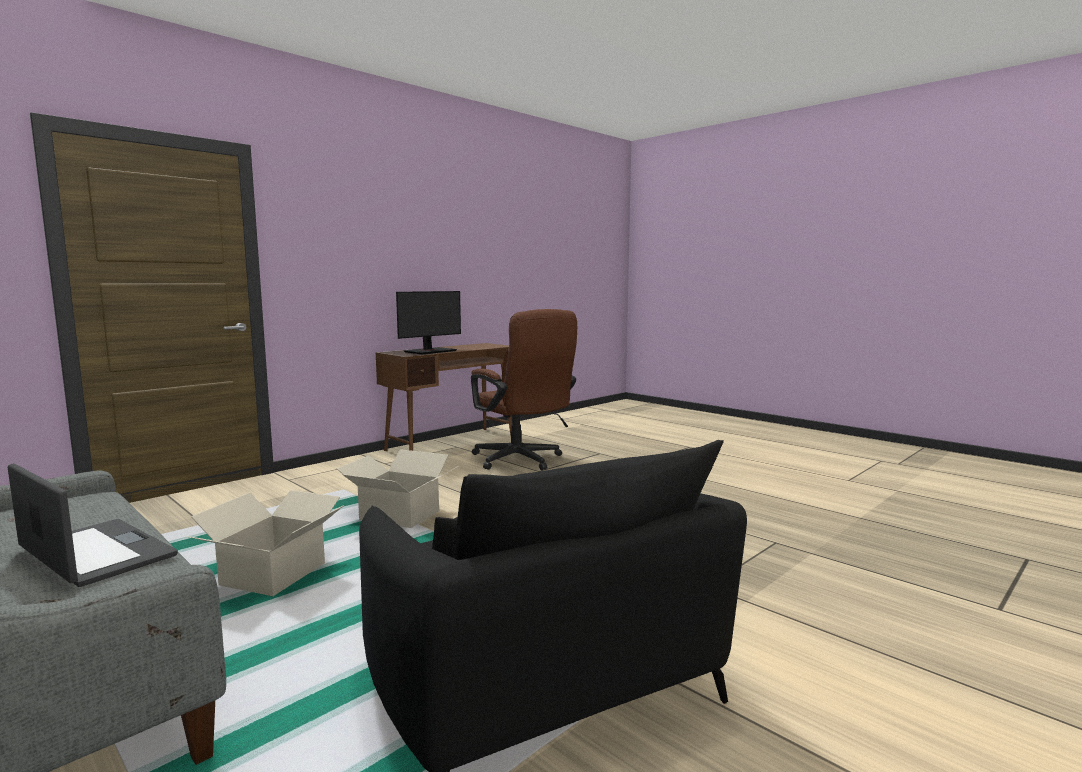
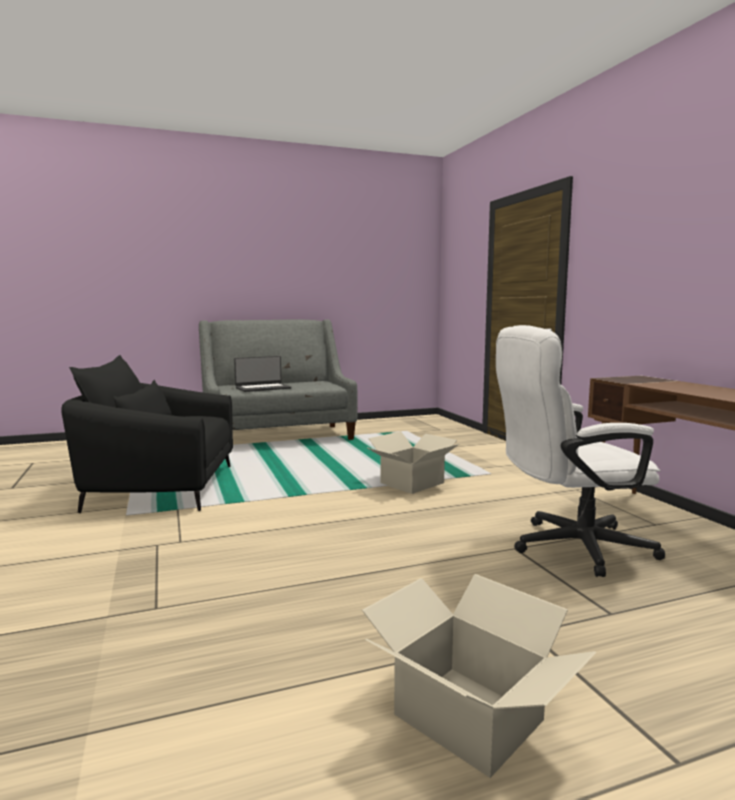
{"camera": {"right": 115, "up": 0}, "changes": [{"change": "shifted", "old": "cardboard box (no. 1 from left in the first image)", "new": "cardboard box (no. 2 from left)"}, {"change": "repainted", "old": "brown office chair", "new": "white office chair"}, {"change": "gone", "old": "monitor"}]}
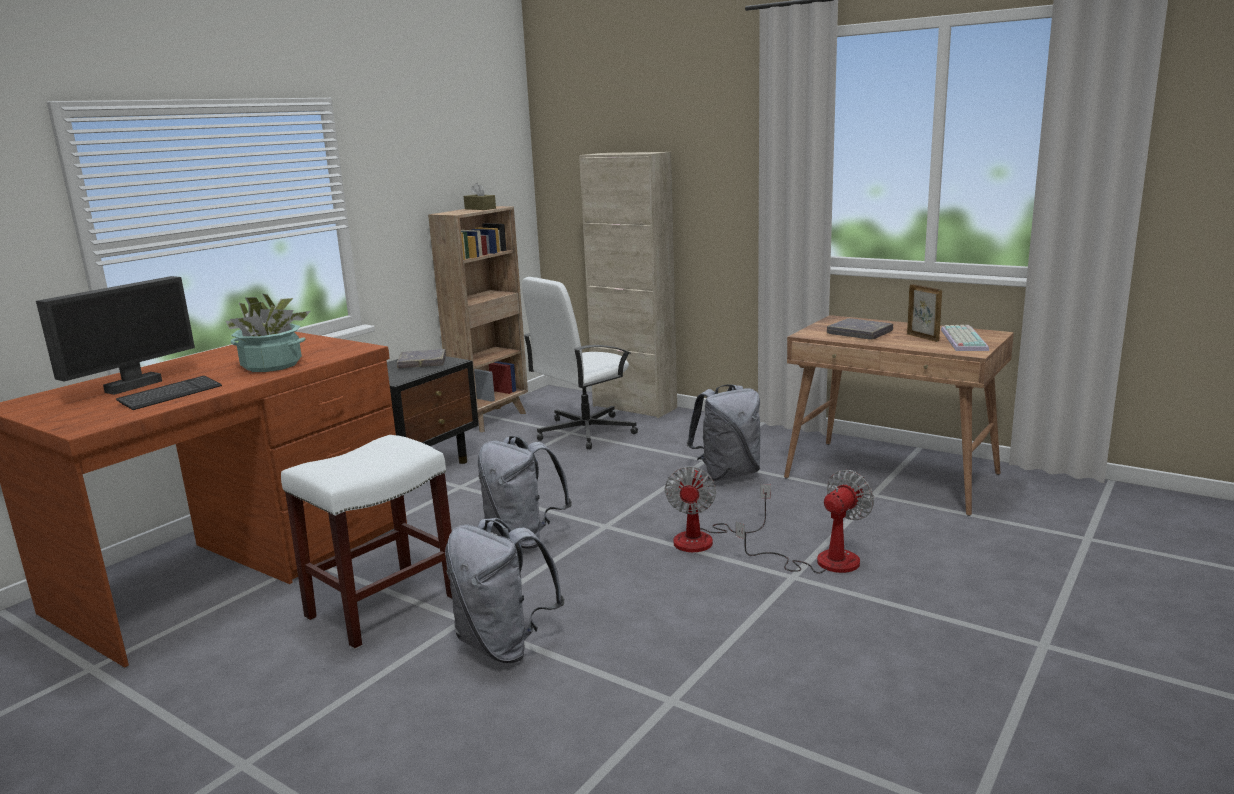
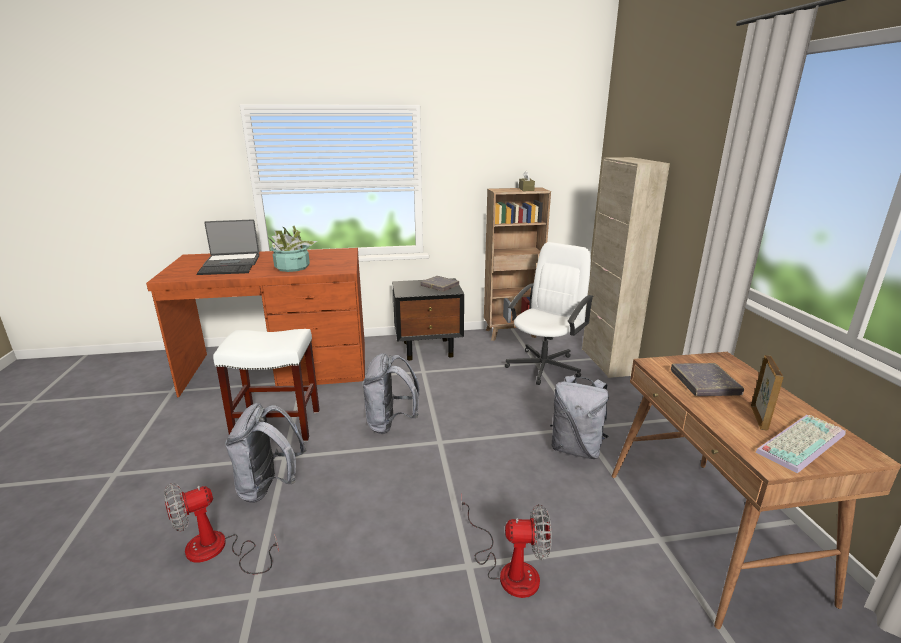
{"camera": {"right": 45, "up": 5}, "changes": [{"change": "shifted", "old": "fan (no. 1 from left)"}, {"change": "swapped", "old": "monitor", "new": "laptop"}, {"change": "rotated", "old": "white office chair", "degrees": 120}]}
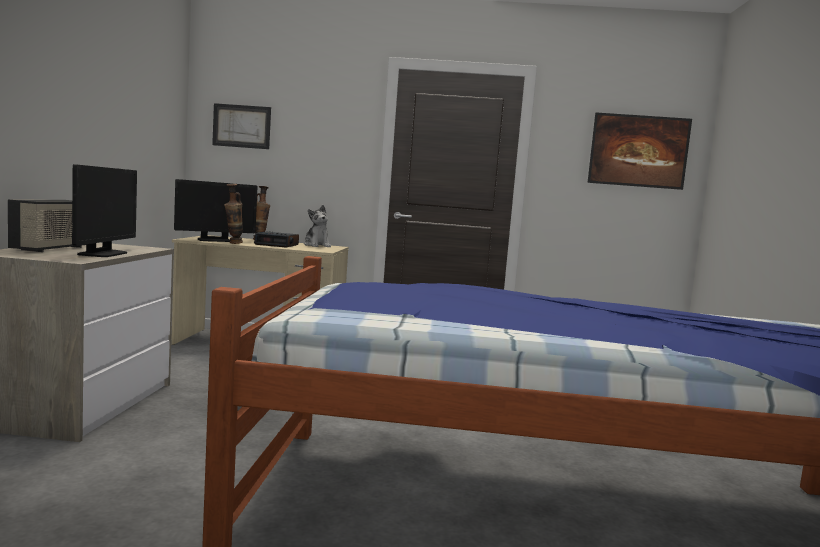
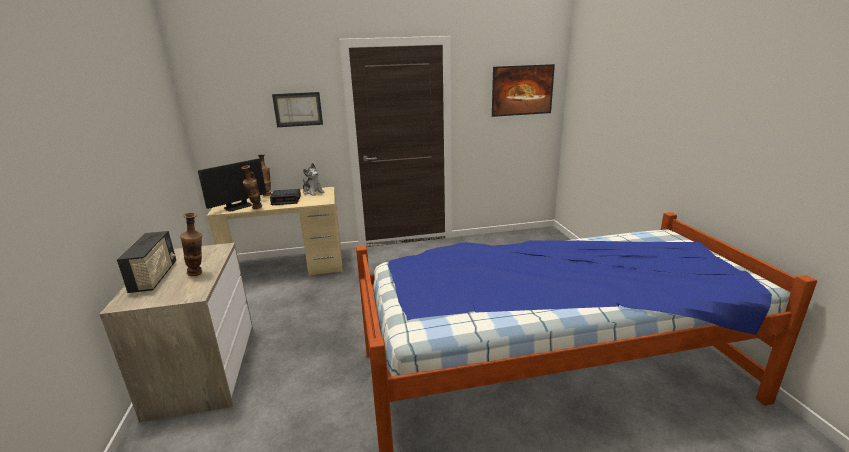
{"camera": {"right": -15, "up": 15}, "changes": [{"change": "swapped", "old": "monitor (no. 1 from left)", "new": "vase (no. 1 from left)"}, {"change": "shifted", "old": "picture (no. 1 from left)"}]}
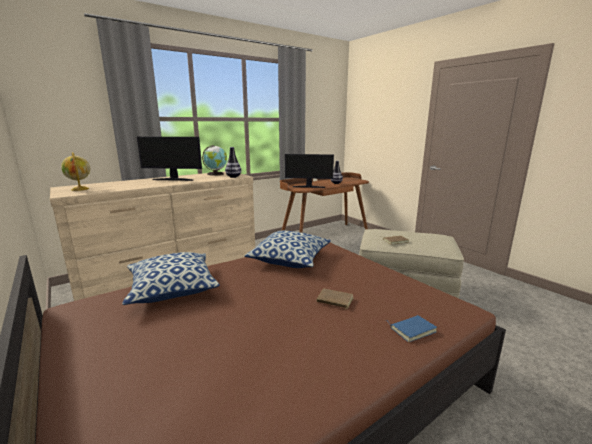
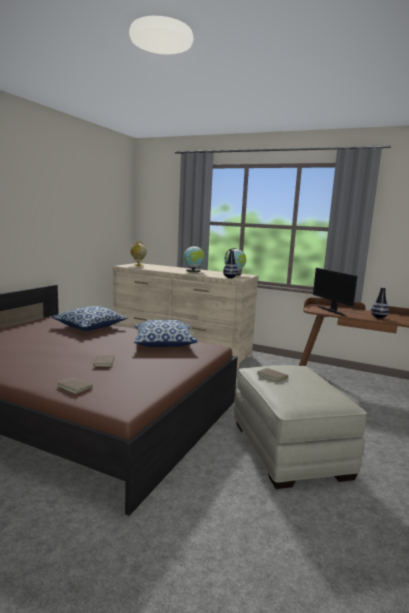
{"camera": {"right": 60, "up": -5}, "changes": [{"change": "repainted", "old": "blue book", "new": "brown book (no. 1 from left)"}, {"change": "swapped", "old": "monitor (no. 1 from left)", "new": "globe (no. 2 from left)"}]}
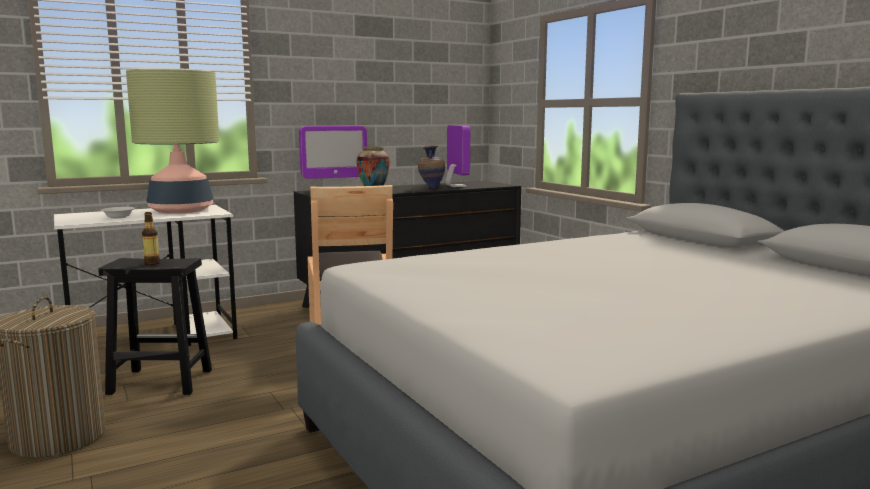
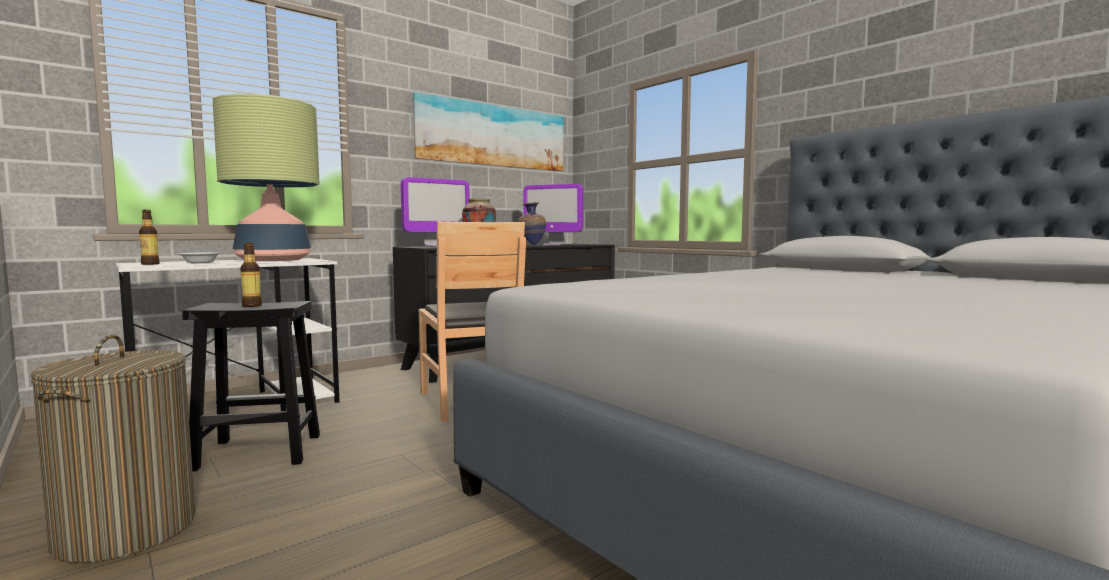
{"camera": {"right": -10, "up": -5}, "changes": [{"change": "new", "new": "bottle (no. 1 from left)"}, {"change": "new", "new": "picture"}, {"change": "rotated", "old": "monitor (no. 2 from left)", "degrees": 135}]}
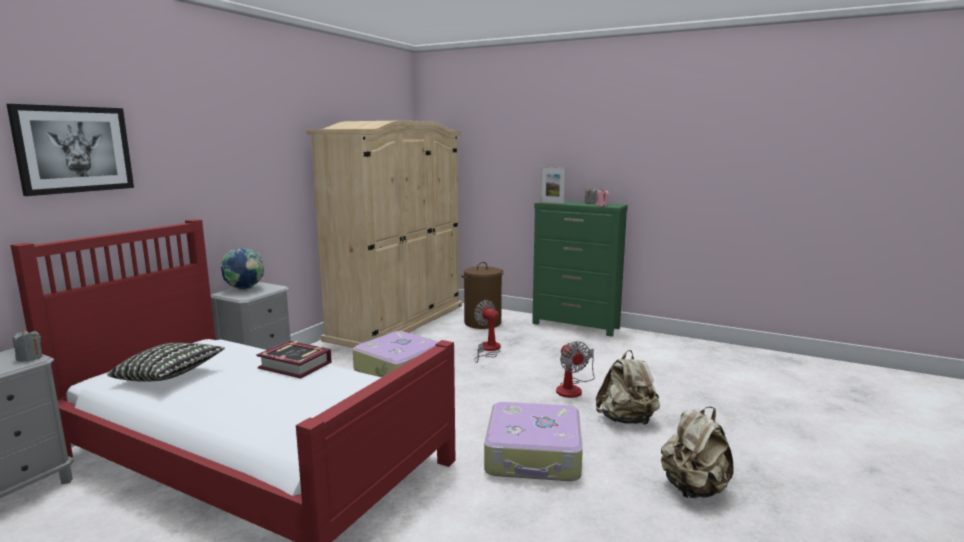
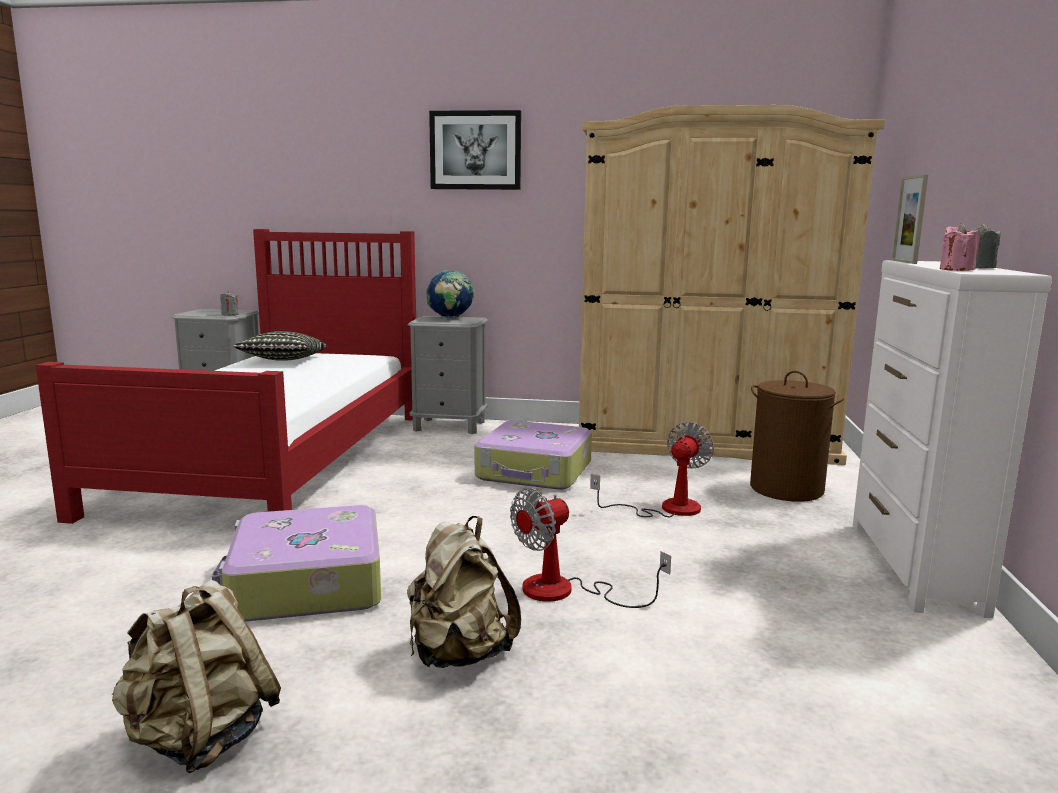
{"camera": {"right": 70, "up": 0}, "changes": [{"change": "shifted", "old": "picture"}, {"change": "repainted", "old": "green dresser", "new": "white dresser"}, {"change": "gone", "old": "book"}]}
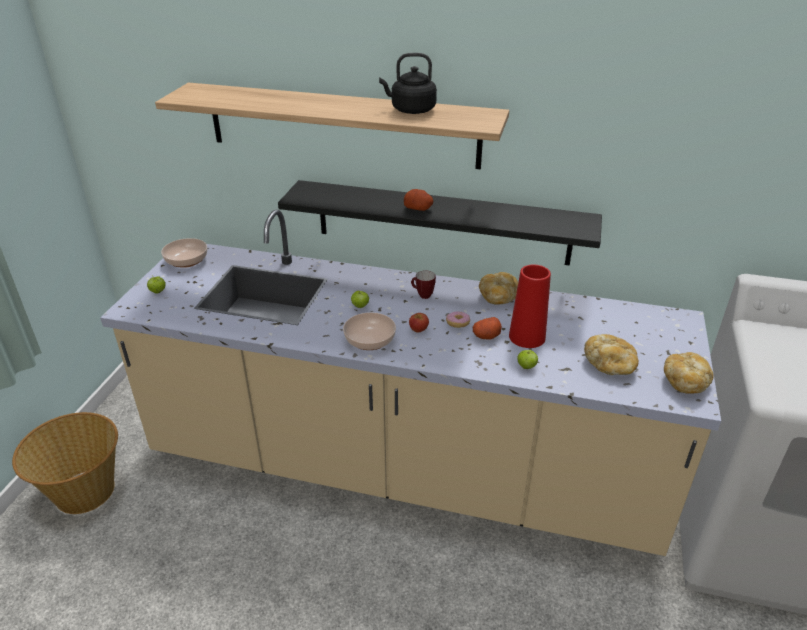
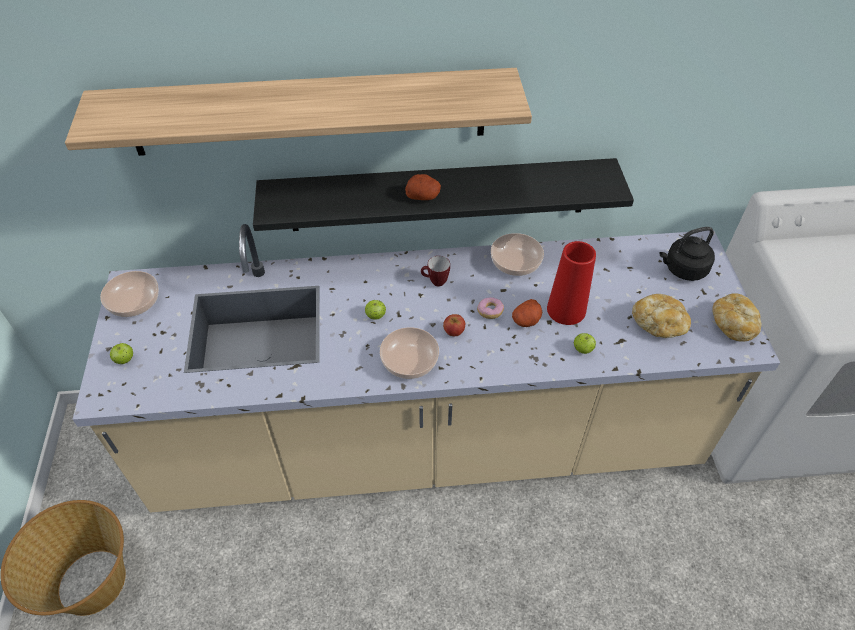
{"camera": {"right": -20, "up": 15}, "changes": [{"change": "swapped", "old": "bread (no. 1 from left)", "new": "bowl (no. 3 from left)"}, {"change": "shifted", "old": "black kettle"}]}
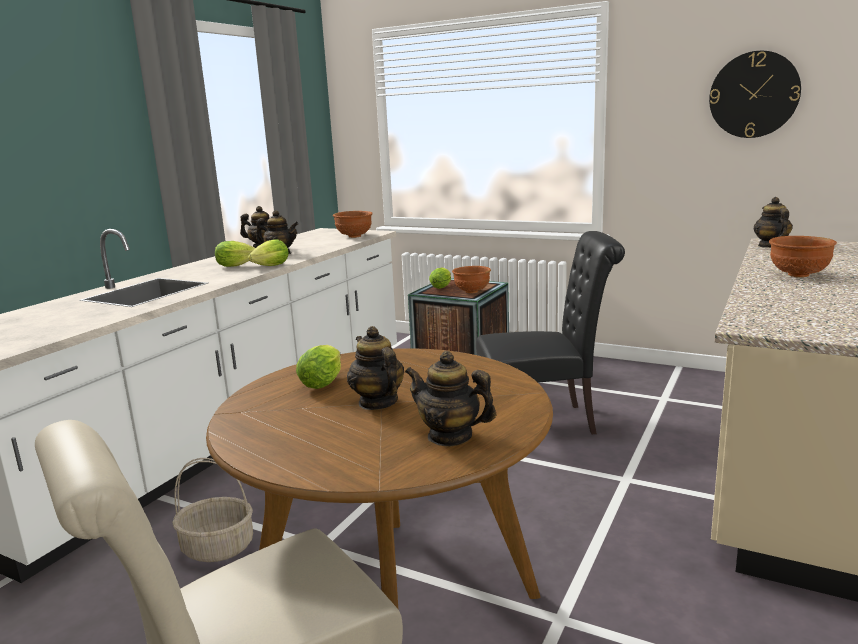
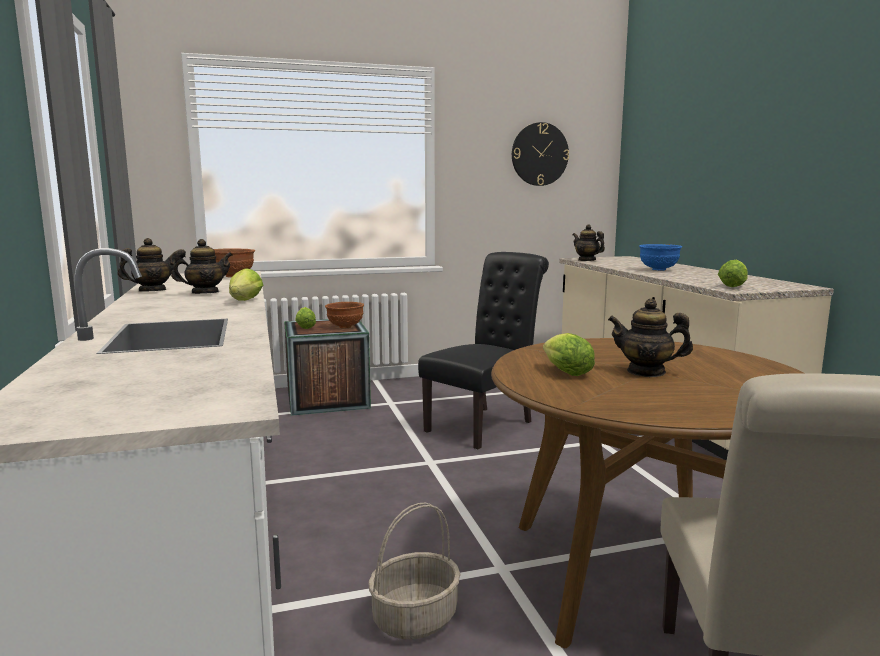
{"camera": {"right": -45, "up": -5}, "changes": [{"change": "repainted", "old": "brown bowl (no. 3 from left)", "new": "blue bowl"}, {"change": "shifted", "old": "lettuce (no. 1 from left in the first image)", "new": "lettuce (no. 4 from left)"}, {"change": "gone", "old": "teapot (no. 4 from left)"}]}
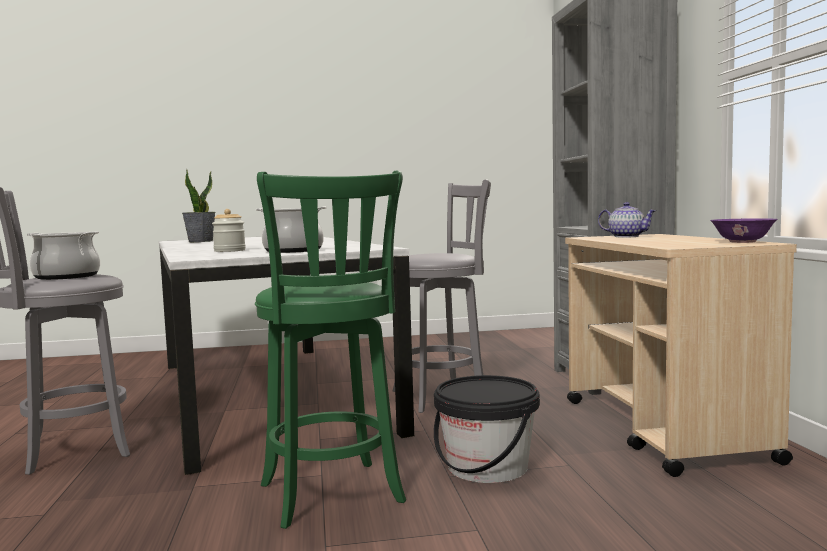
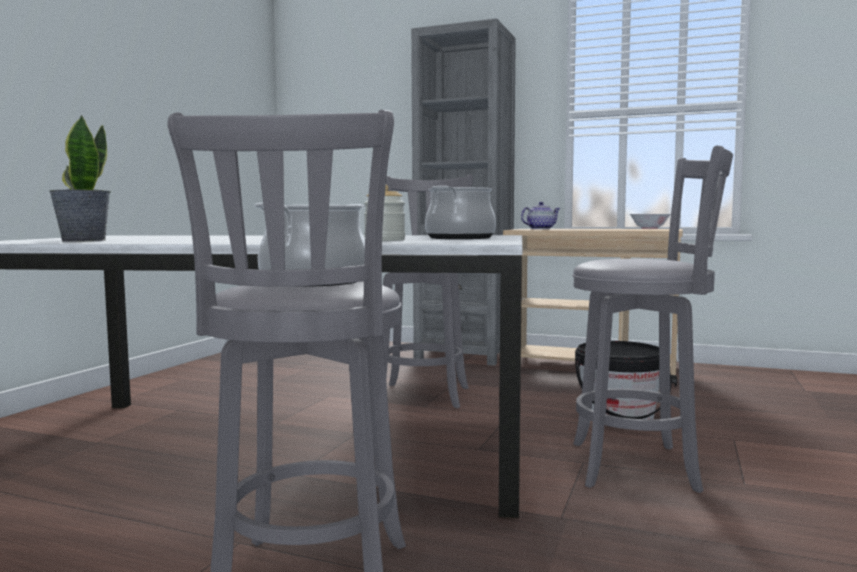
{"camera": {"right": -60, "up": 0}, "changes": [{"change": "repainted", "old": "green stool", "new": "grey stool (no. 3 from left)"}, {"change": "repainted", "old": "purple bowl", "new": "white bowl"}]}
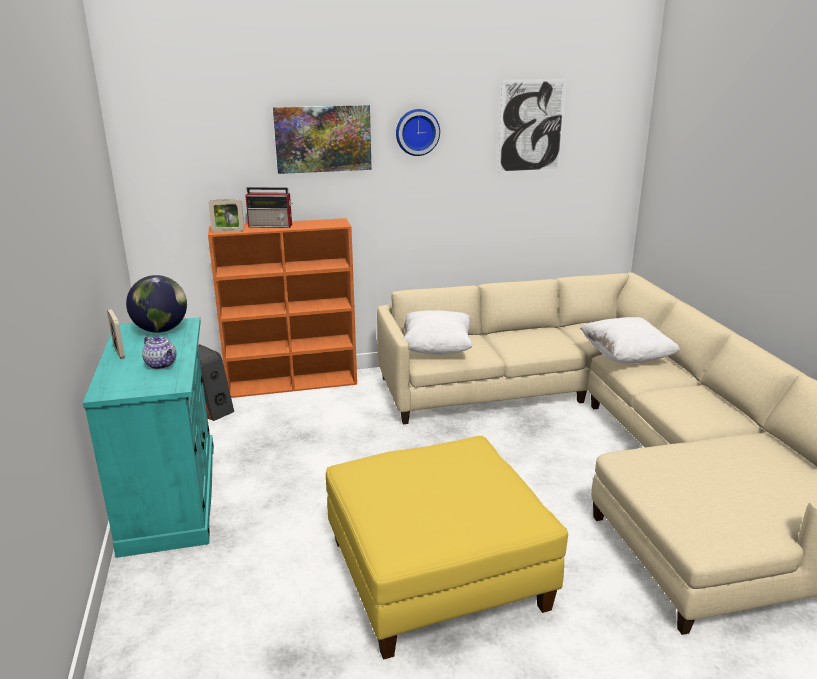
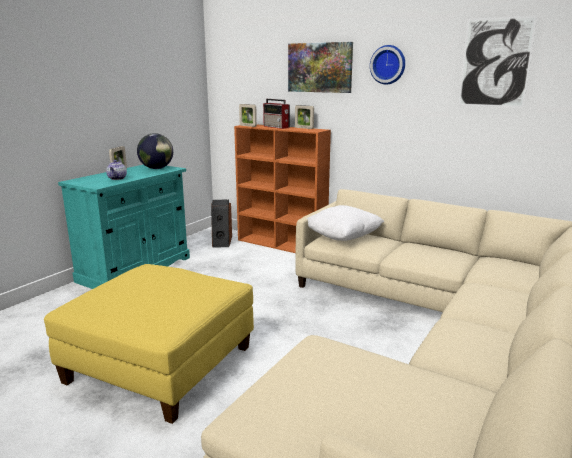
{"camera": {"right": 45, "up": -5}, "changes": [{"change": "new", "new": "picture frame (no. 3 from left)"}, {"change": "gone", "old": "white pillow (no. 2 from left)"}]}
